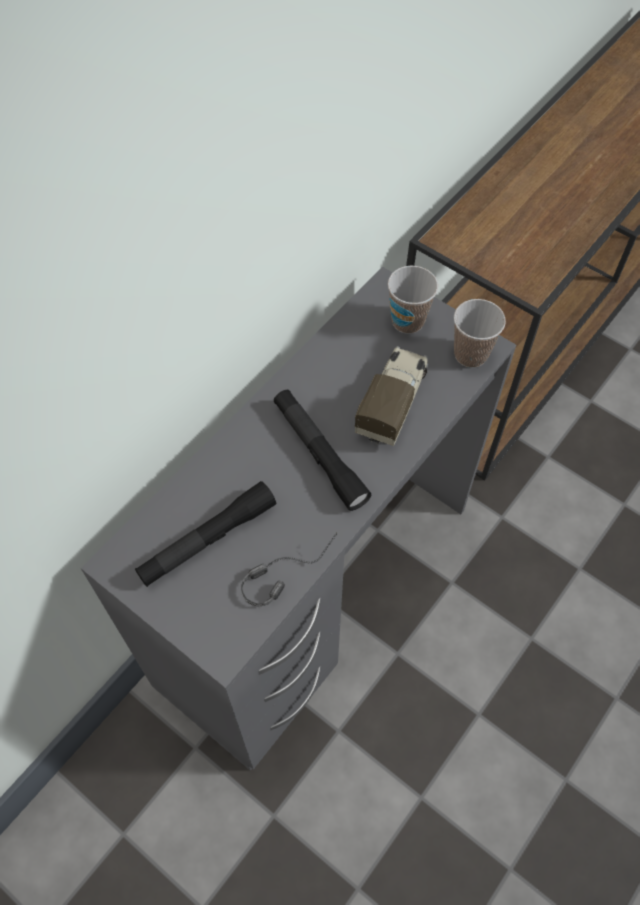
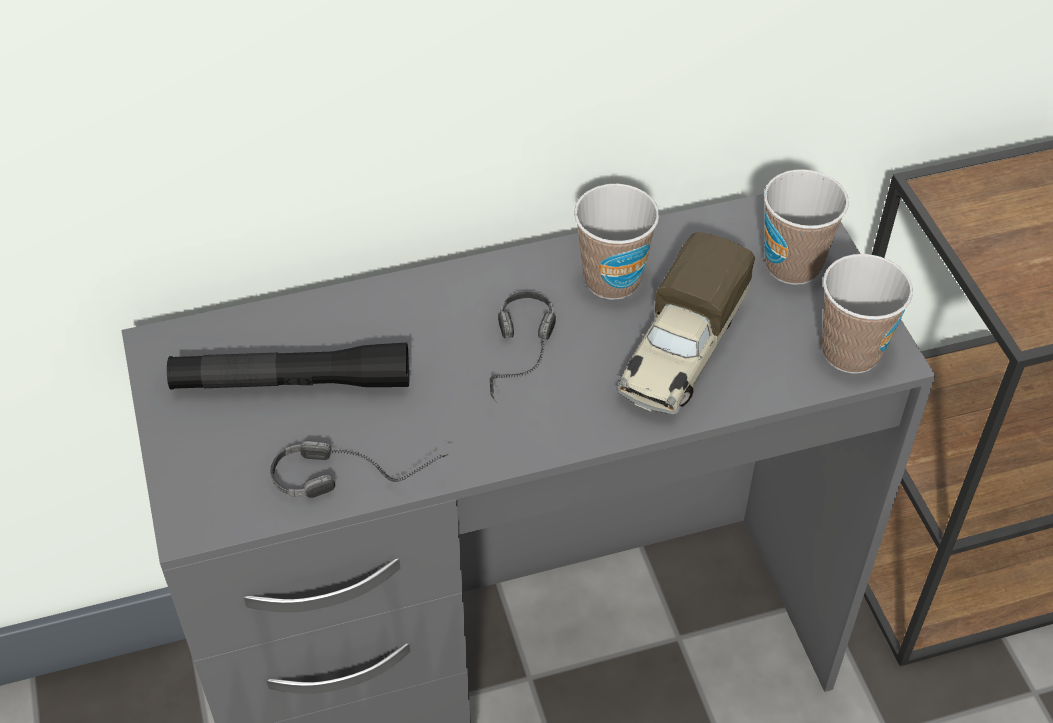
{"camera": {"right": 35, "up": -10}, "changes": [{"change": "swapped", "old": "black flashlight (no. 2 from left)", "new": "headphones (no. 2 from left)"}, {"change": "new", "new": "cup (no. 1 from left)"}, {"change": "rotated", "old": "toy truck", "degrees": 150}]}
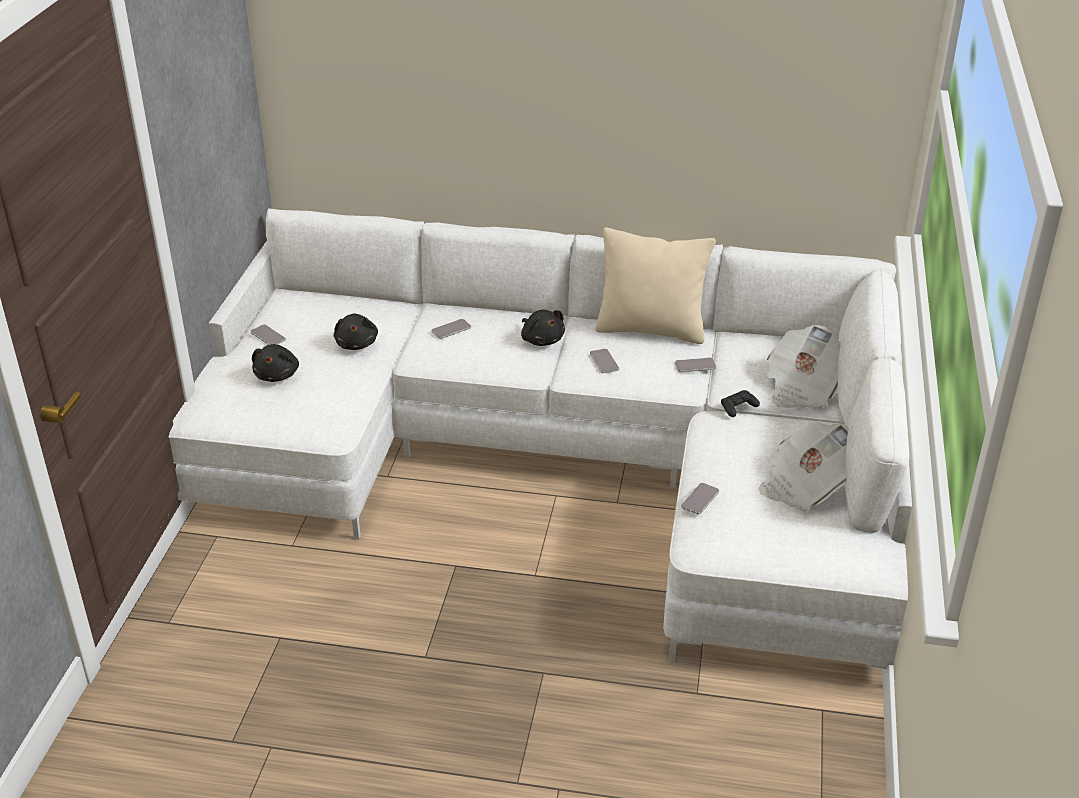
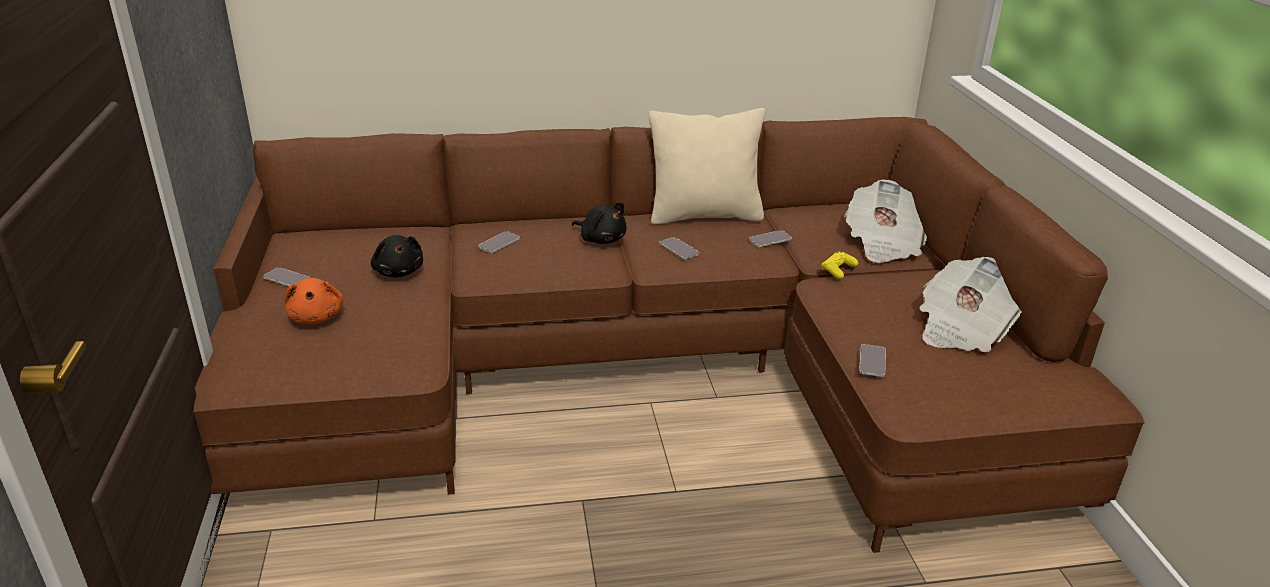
{"camera": {"right": -20, "up": -5}, "changes": [{"change": "repainted", "old": "white sofa", "new": "brown sofa"}, {"change": "repainted", "old": "black plush toy (no. 1 from left)", "new": "orange plush toy"}, {"change": "repainted", "old": "black game controller", "new": "yellow game controller"}]}
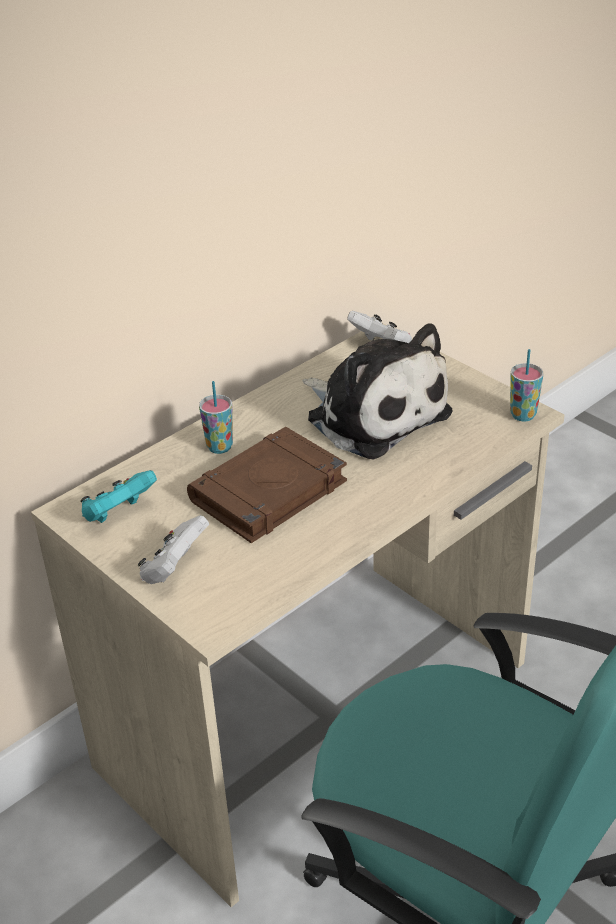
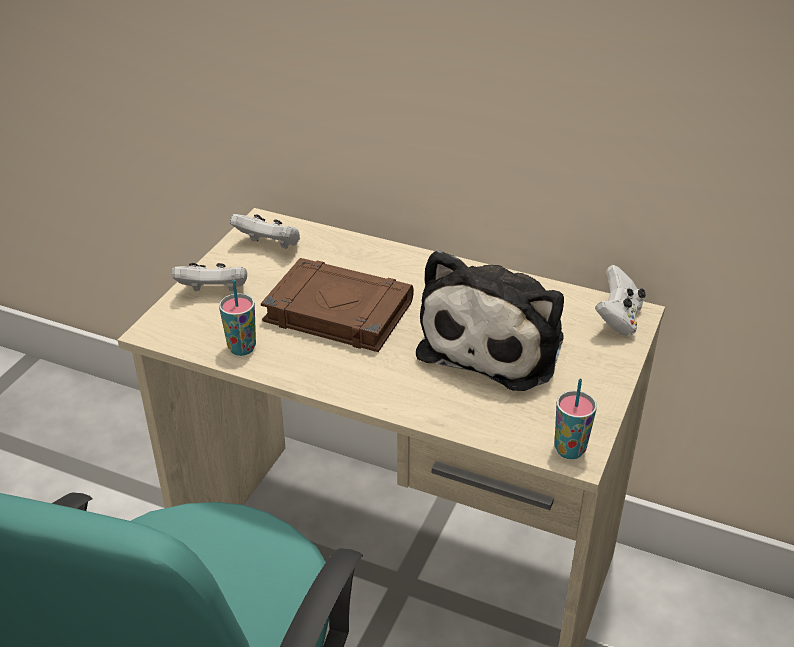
{"camera": {"right": 65, "up": 0}, "changes": [{"change": "shifted", "old": "cup (no. 1 from left)"}, {"change": "repainted", "old": "turquoise game controller", "new": "white game controller (no. 2 from left)"}]}
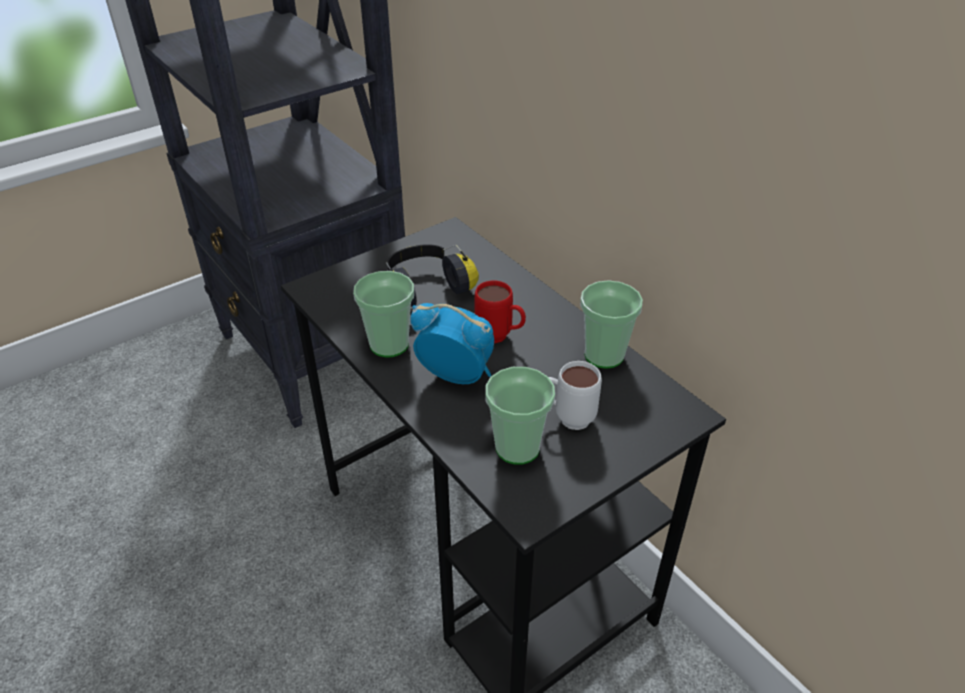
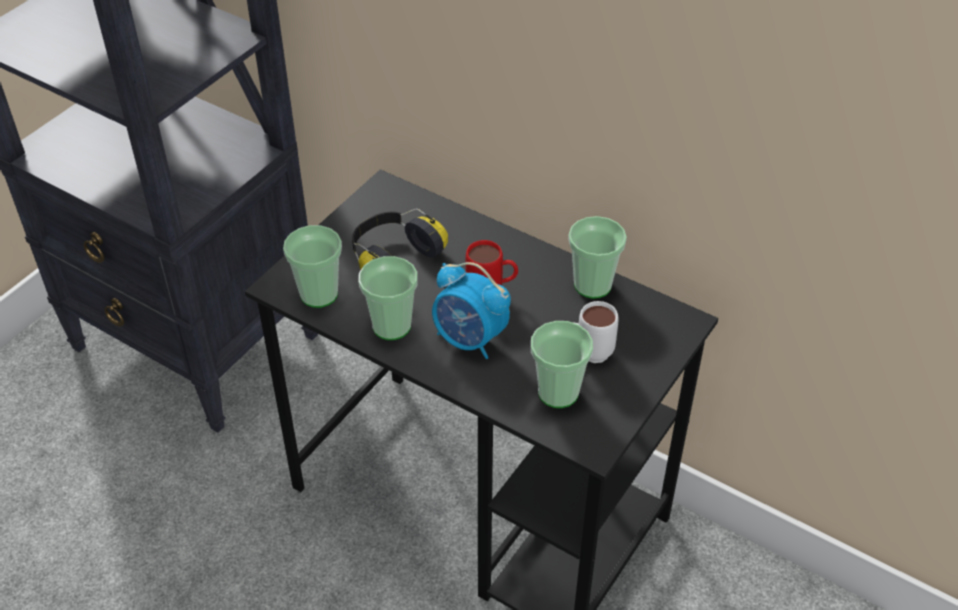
{"camera": {"right": -20, "up": 5}, "changes": [{"change": "new", "new": "cup (no. 1 from left)"}, {"change": "rotated", "old": "alarm clock", "degrees": -150}]}
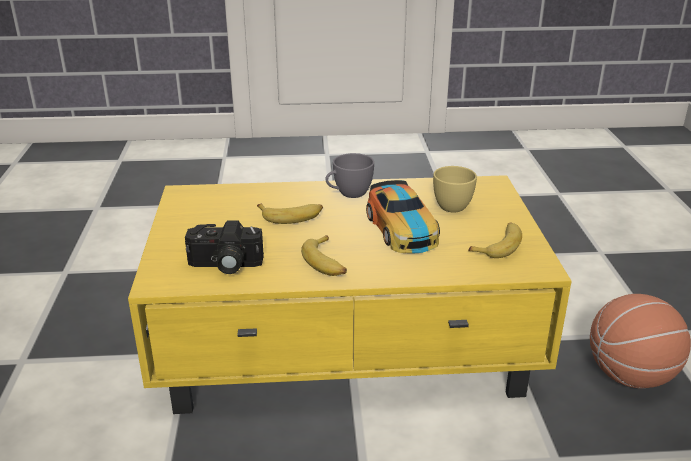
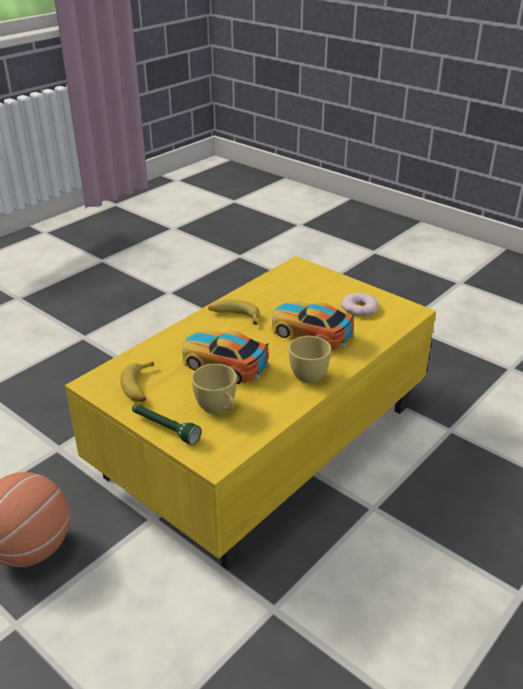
{"camera": {"right": 135, "up": 5}, "changes": [{"change": "new", "new": "green flashlight"}, {"change": "swapped", "old": "banana (no. 1 from left)", "new": "toy car (no. 2 from left)"}, {"change": "repainted", "old": "grey cup", "new": "yellow cup (no. 2 from left)"}, {"change": "new", "new": "donut"}, {"change": "gone", "old": "photo camera"}]}
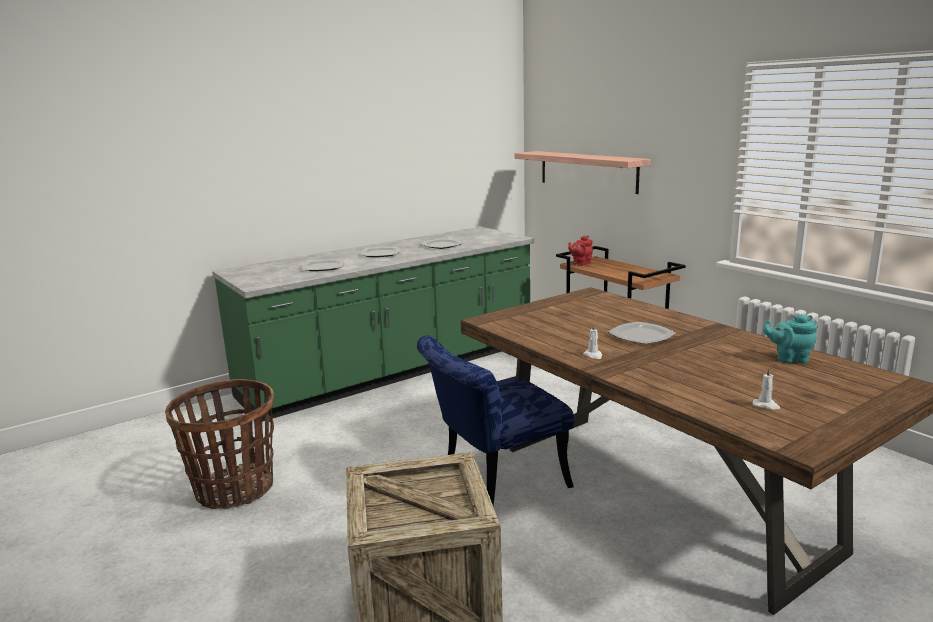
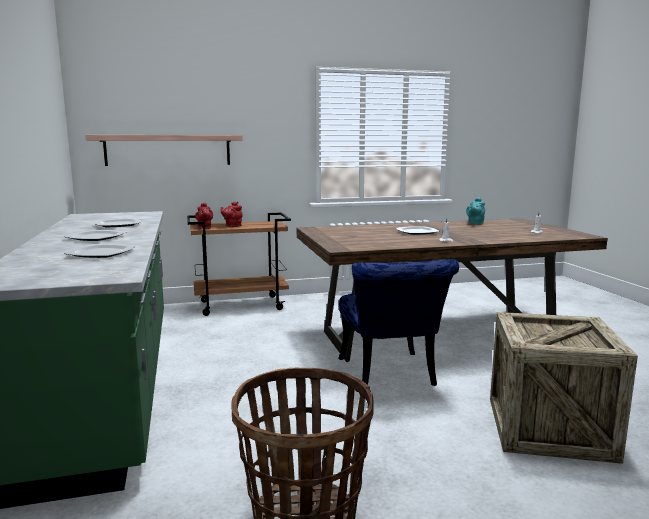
{"camera": {"right": -70, "up": -5}, "changes": [{"change": "new", "new": "red teapot (no. 2 from left)"}]}
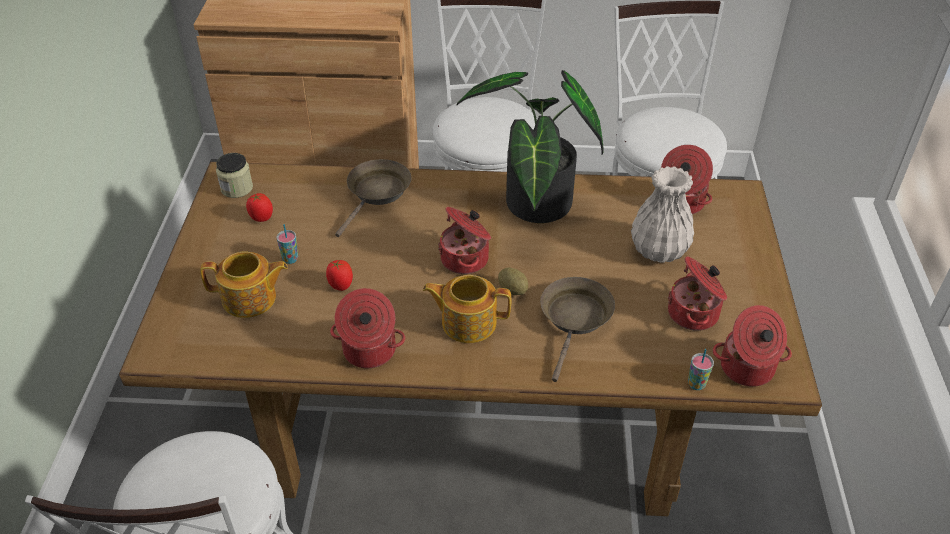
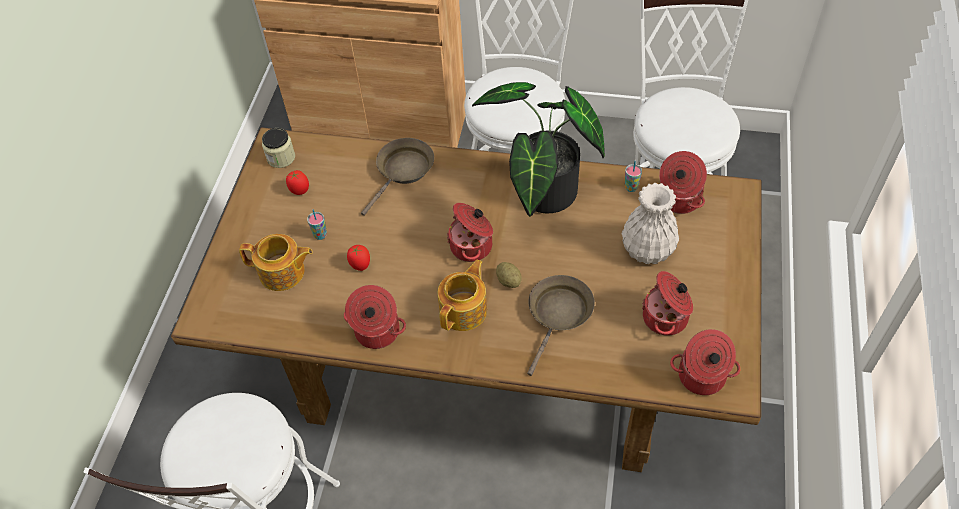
{"camera": {"right": 10, "up": 10}, "changes": [{"change": "rotated", "old": "teapot (no. 2 from left)", "degrees": 105}, {"change": "shifted", "old": "cup (no. 2 from left)"}]}
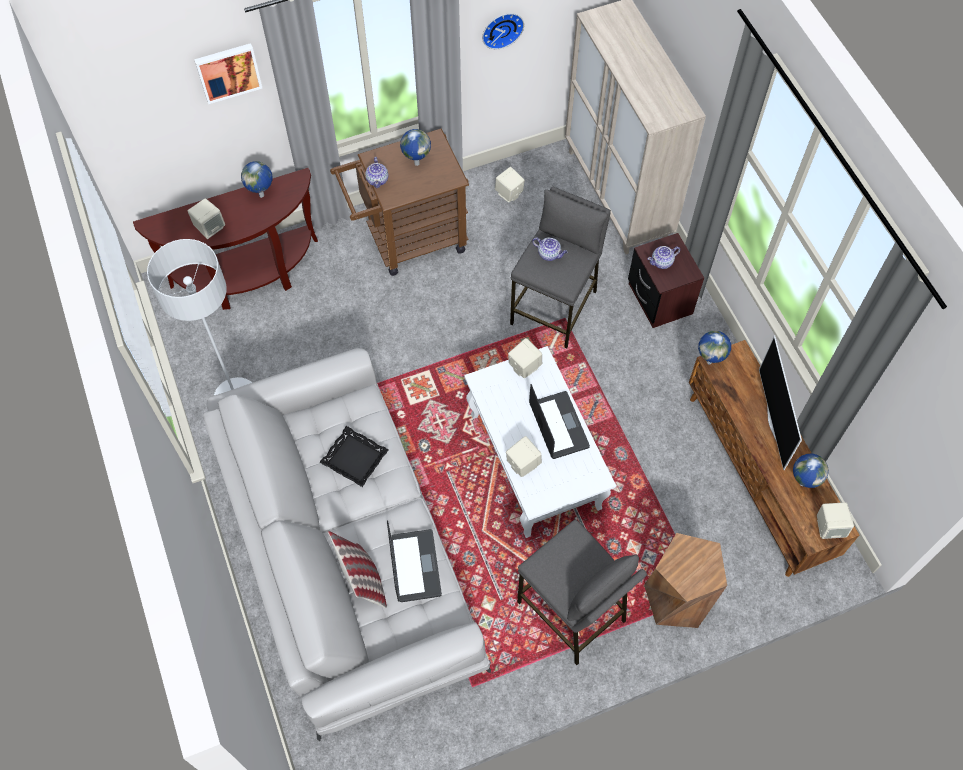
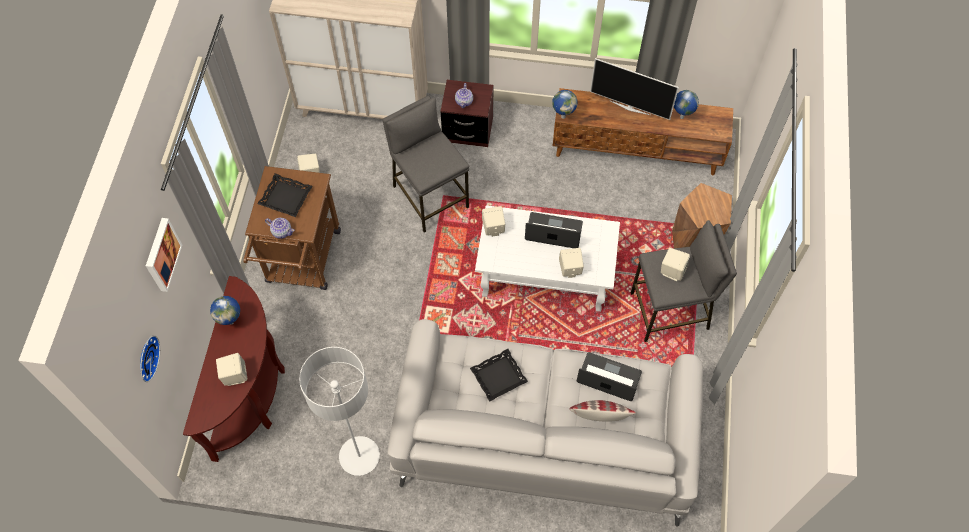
{"camera": {"right": -60, "up": 0}, "changes": [{"change": "shifted", "old": "wall clock"}, {"change": "swapped", "old": "globe (no. 2 from left)", "new": "black tray (no. 1 from left)"}, {"change": "shifted", "old": "beige speaker (no. 5 from left)"}, {"change": "gone", "old": "teapot (no. 2 from left)"}]}
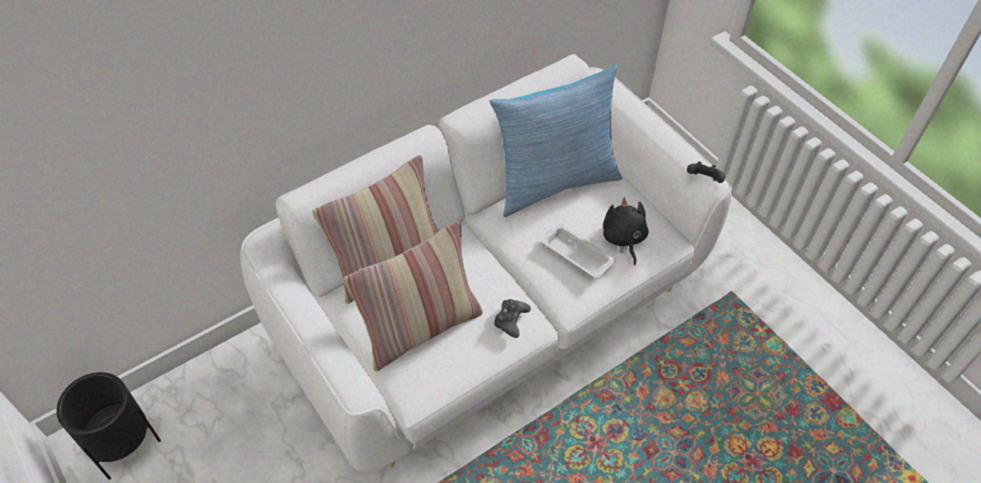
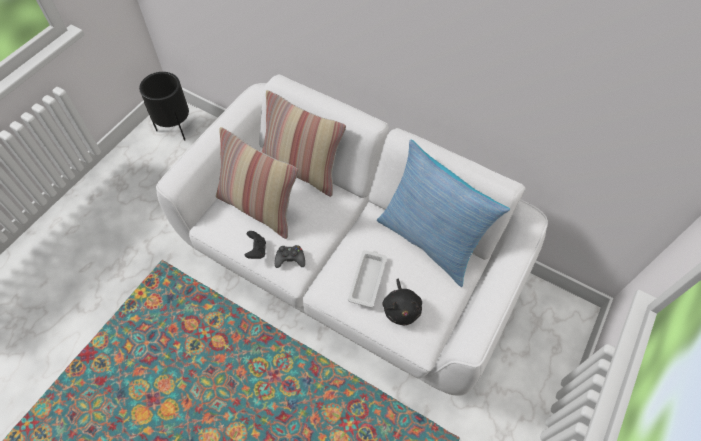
{"camera": {"right": 65, "up": 5}, "changes": [{"change": "shifted", "old": "black game controller (no. 2 from left in the first image)", "new": "black game controller (no. 1 from left)"}, {"change": "rotated", "old": "black plush toy", "degrees": 120}]}
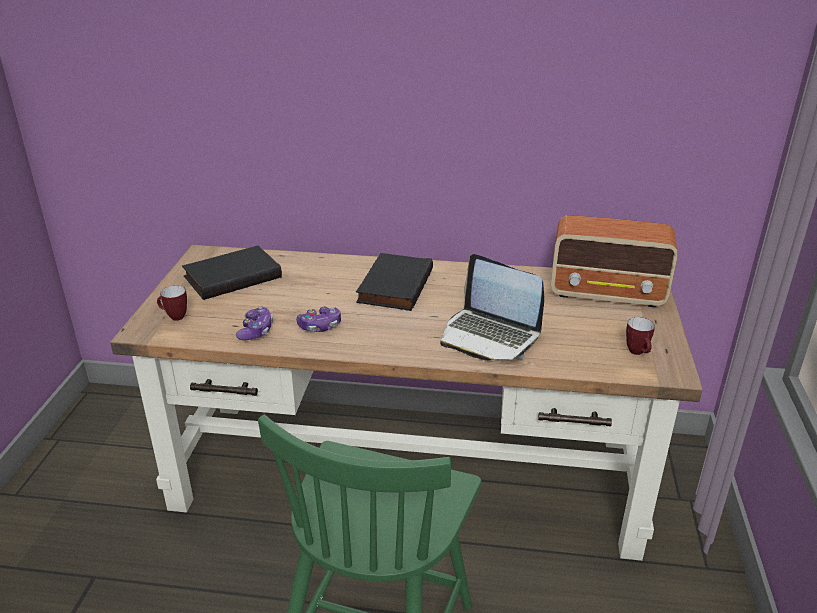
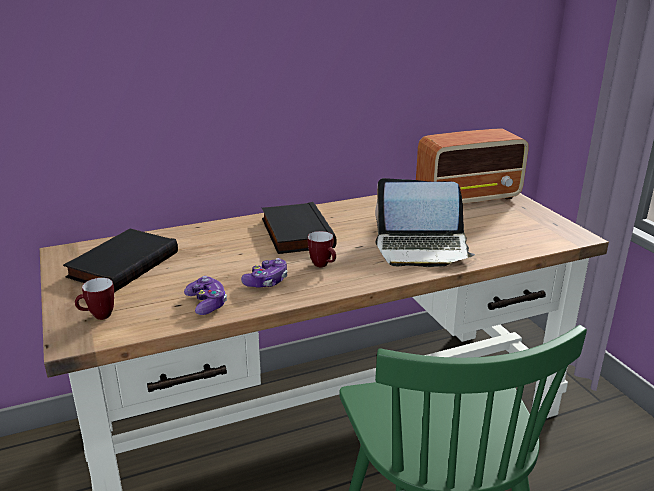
{"camera": {"right": -30, "up": -5}, "changes": [{"change": "shifted", "old": "mug (no. 2 from left)"}]}
